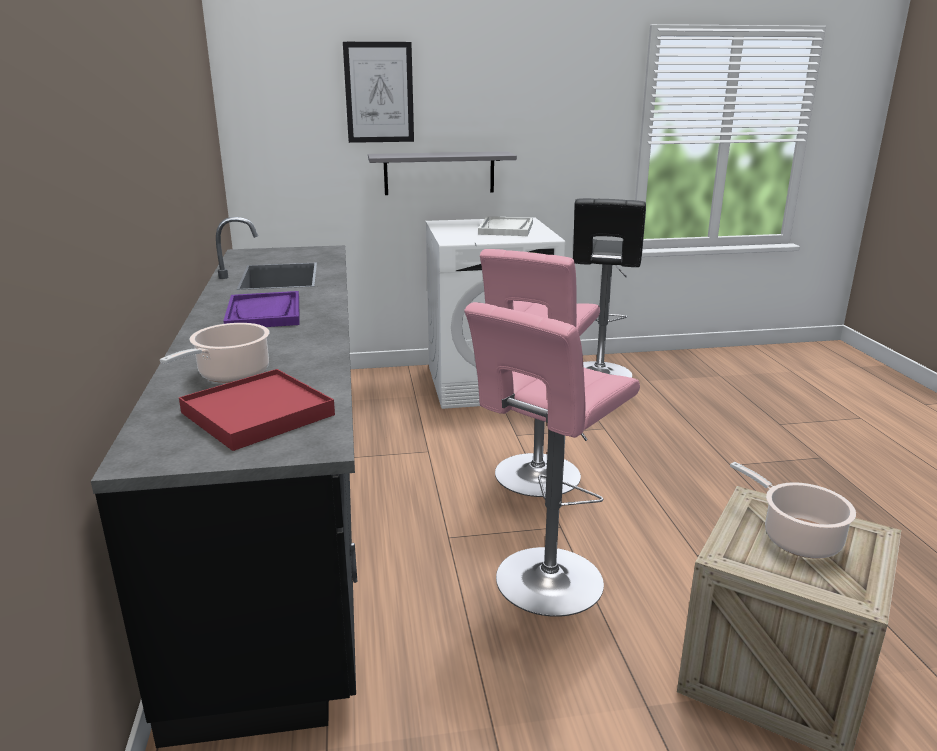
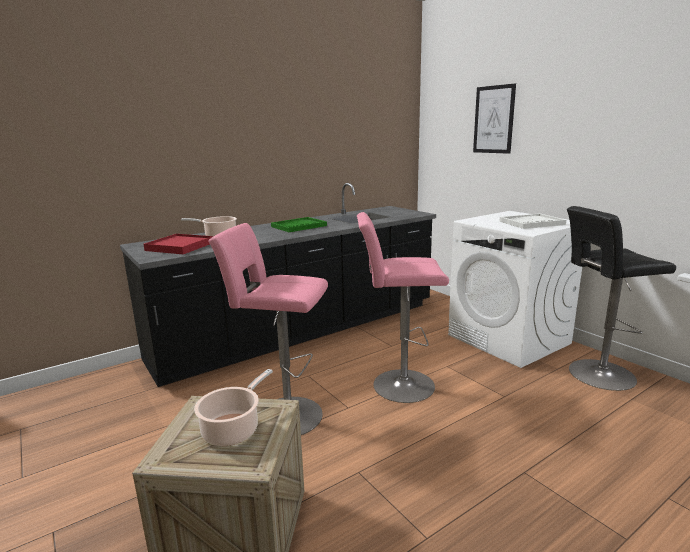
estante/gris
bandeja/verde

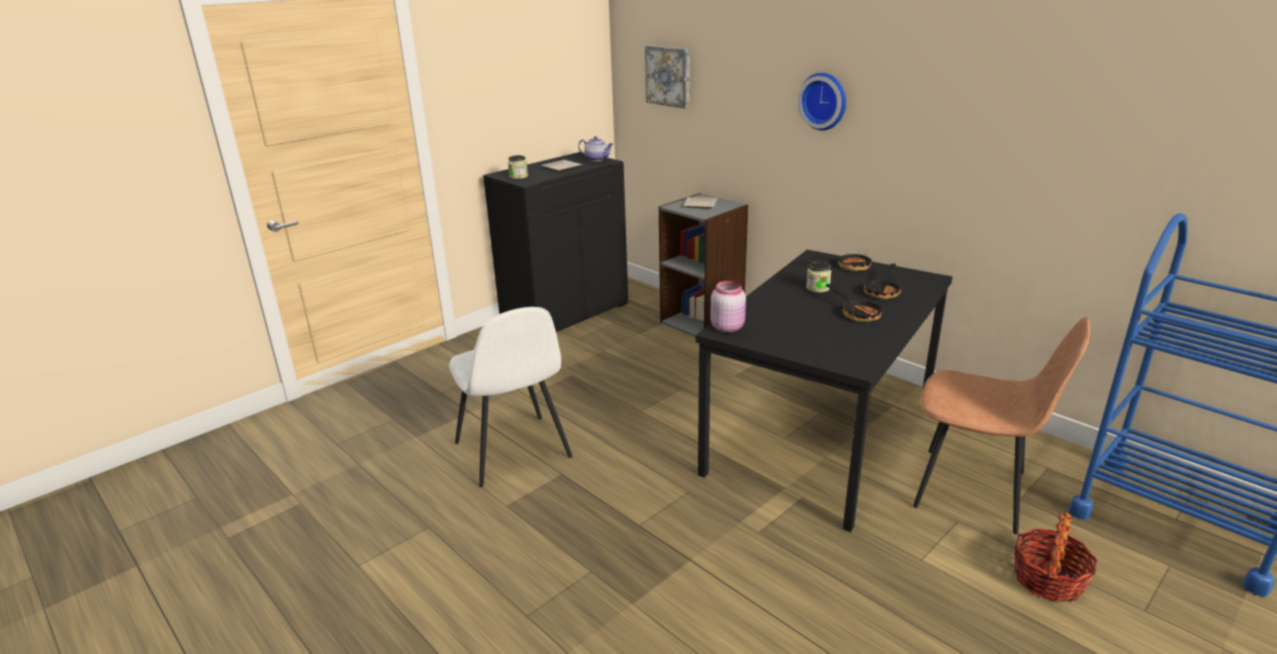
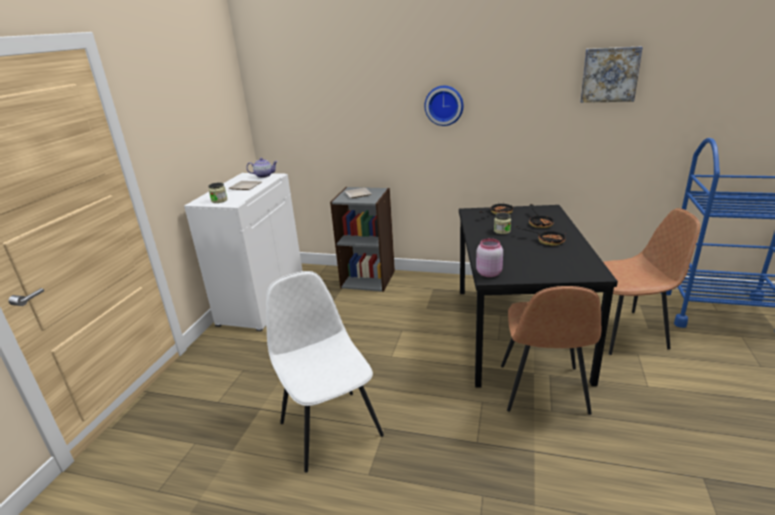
cesta
silla/marrón (no. 1 from left)
cuadro
armario/blanco
silla/blanco

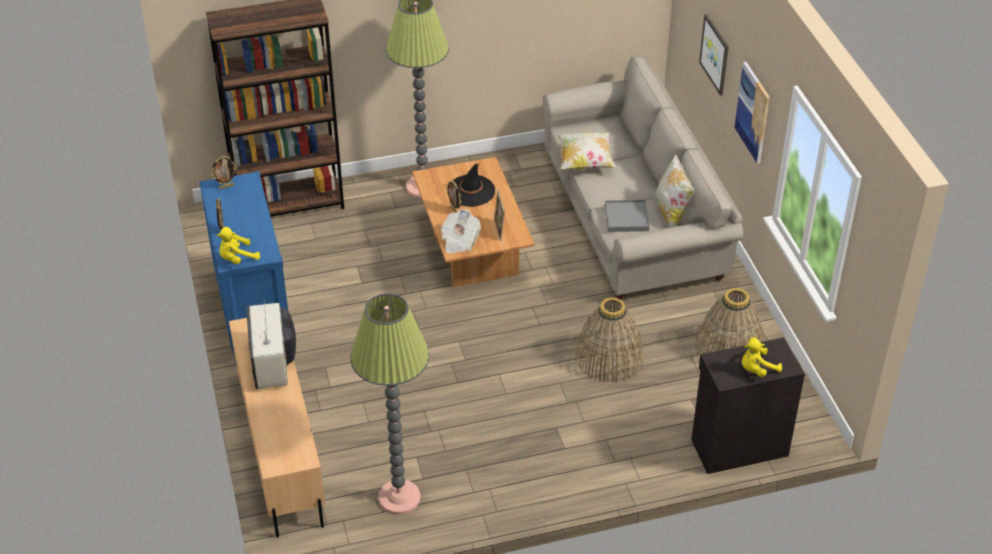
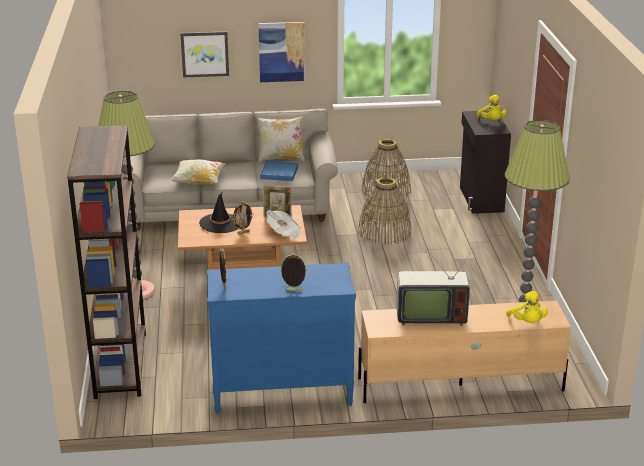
peluche/amarillo (no. 2 from left)
bandeja/azul

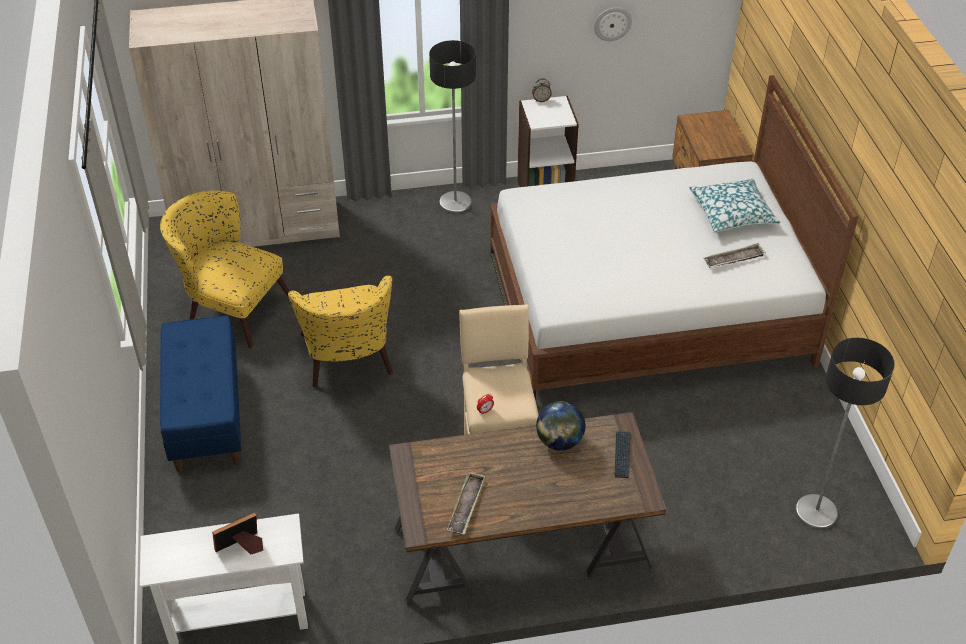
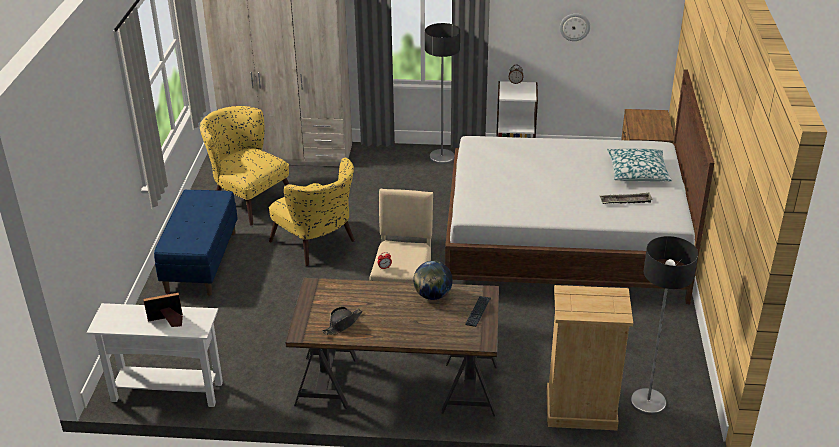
cómoda/beis
sombrero/negro
sillón/amarillo (no. 2 from left)

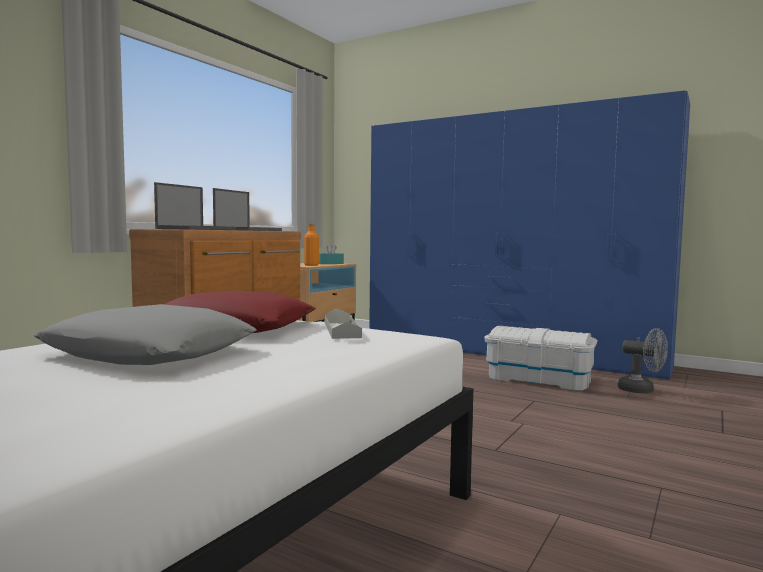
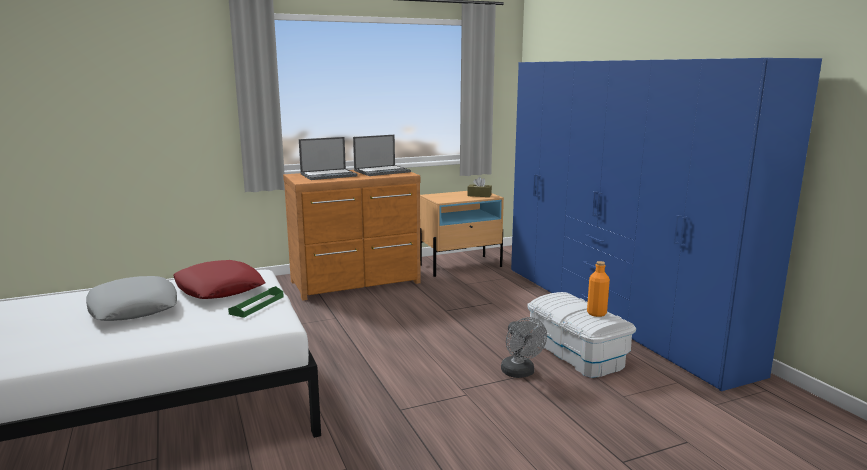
botella/naranja
ventilador/gris
caja de pañuelos/marrón
bandeja/verde

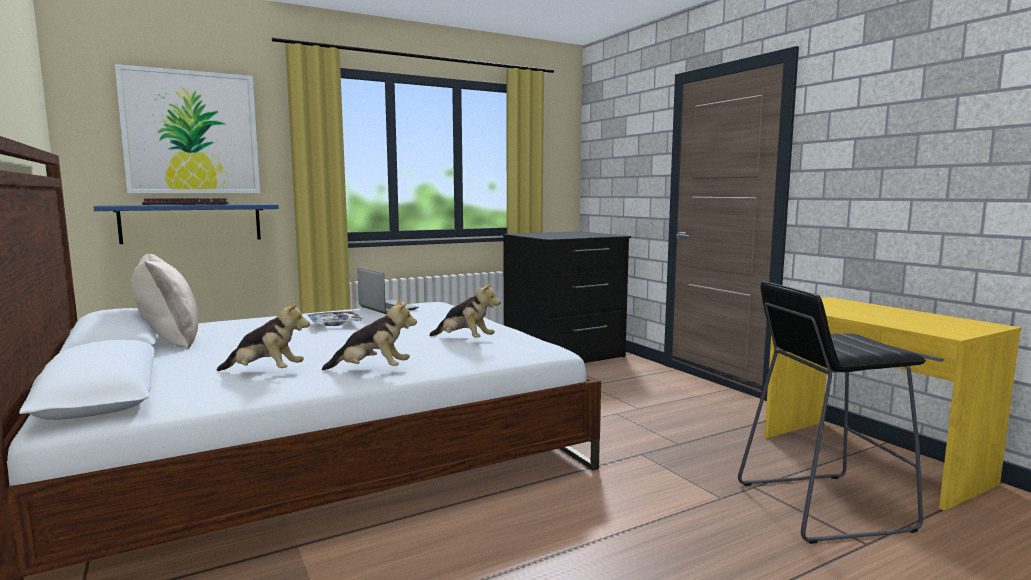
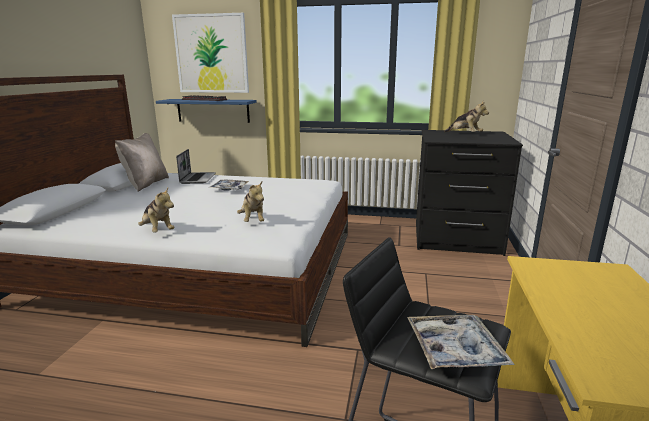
bandeja (no. 2 from left)
peluche (no. 3 from left)
portátil

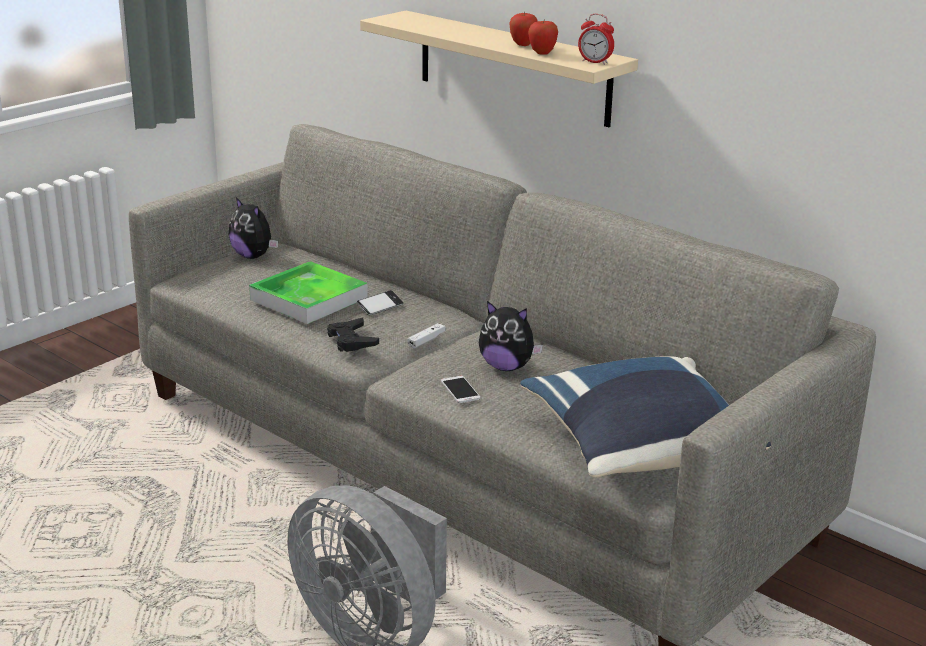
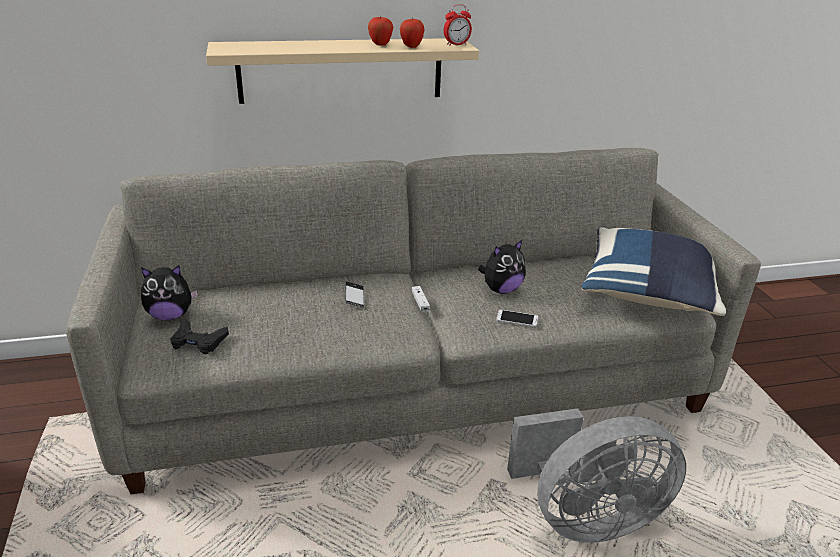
bandeja
mando de consola/negro

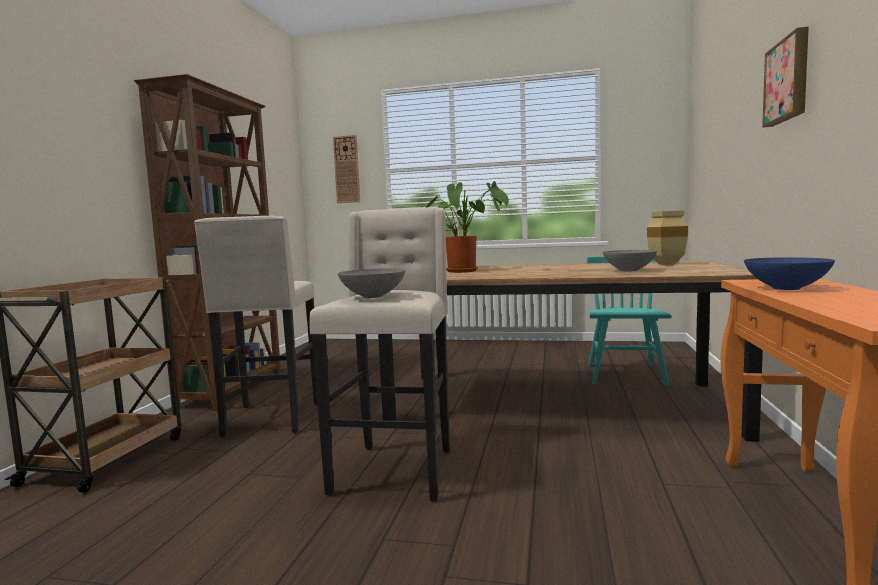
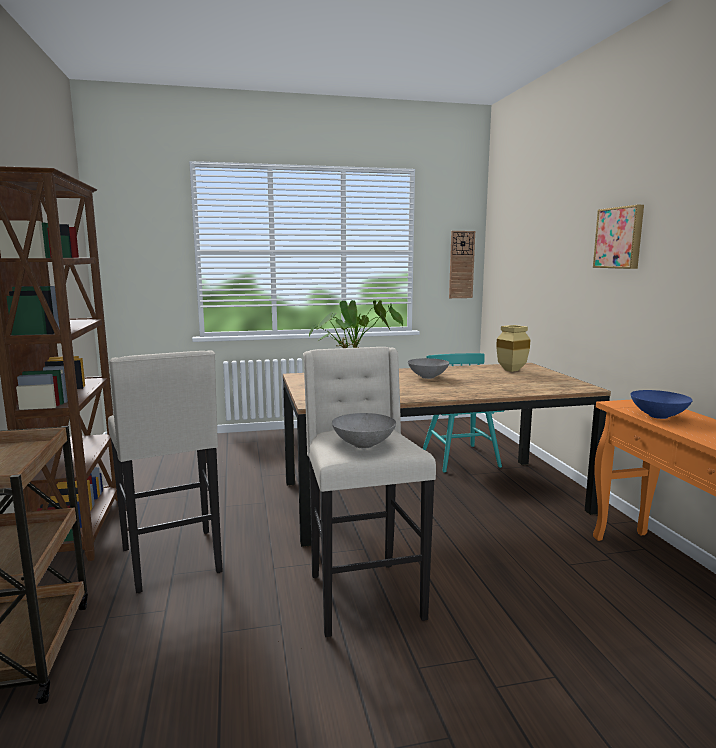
reloj de pared
cuenco/gris (no. 2 from left)

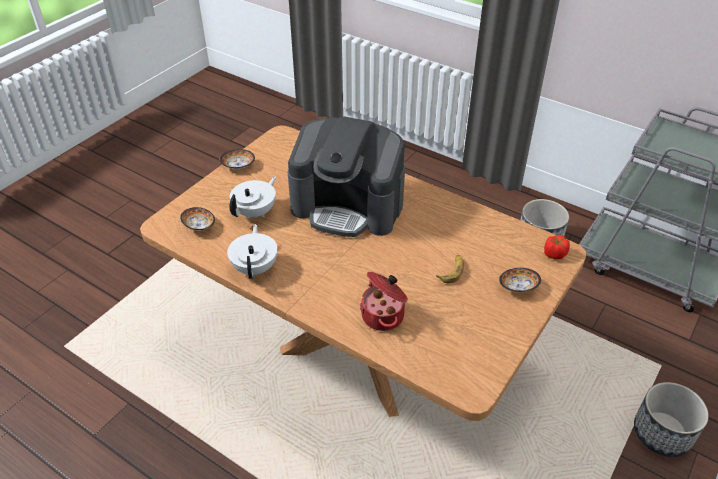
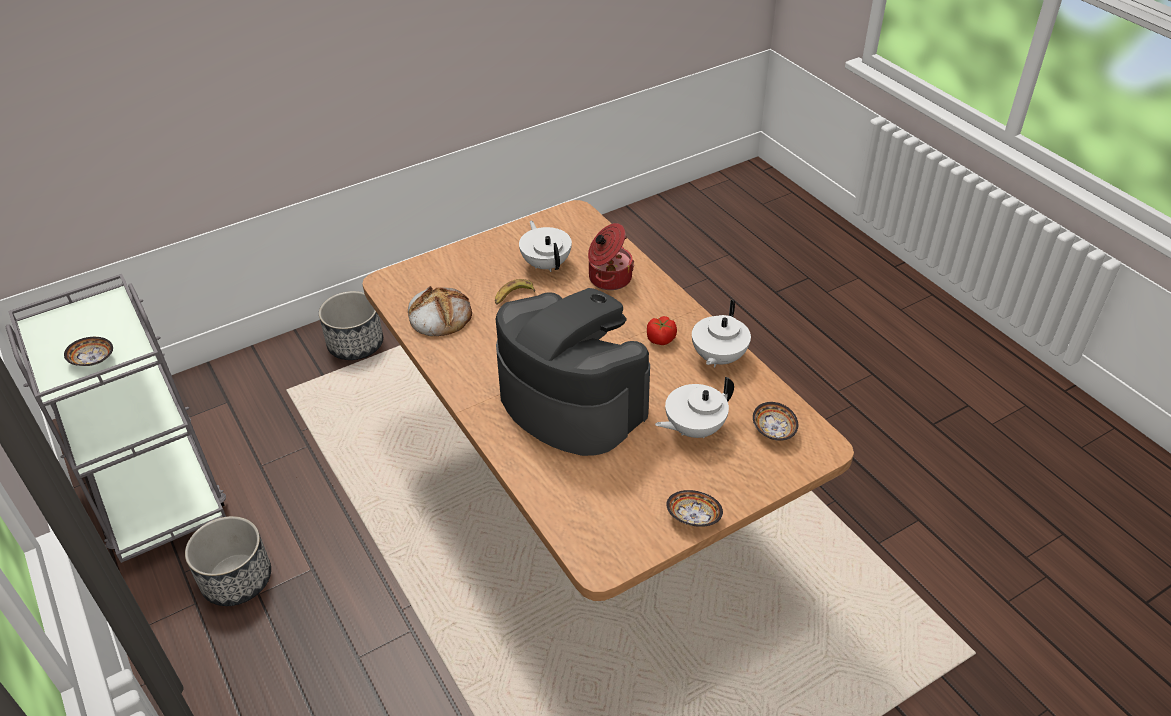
pan
tetera/blanco (no. 1 from left)
cuenco (no. 1 from left)
tomate

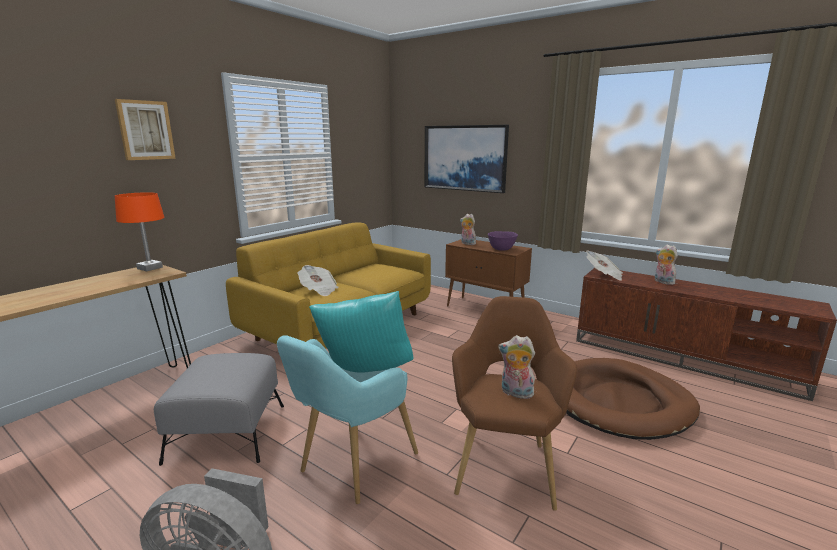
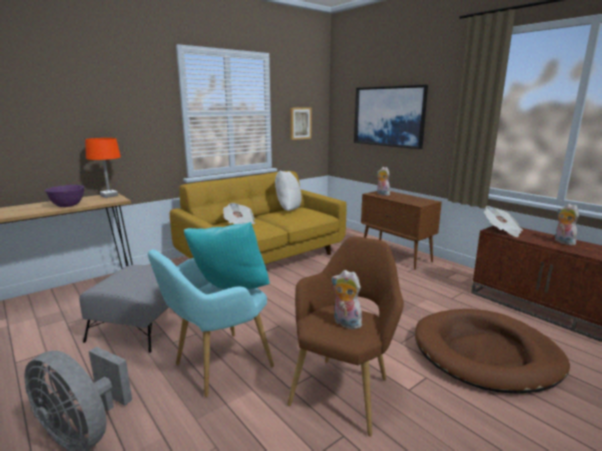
cojín/blanco
cuadro (no. 1 from left)
cuenco/morado

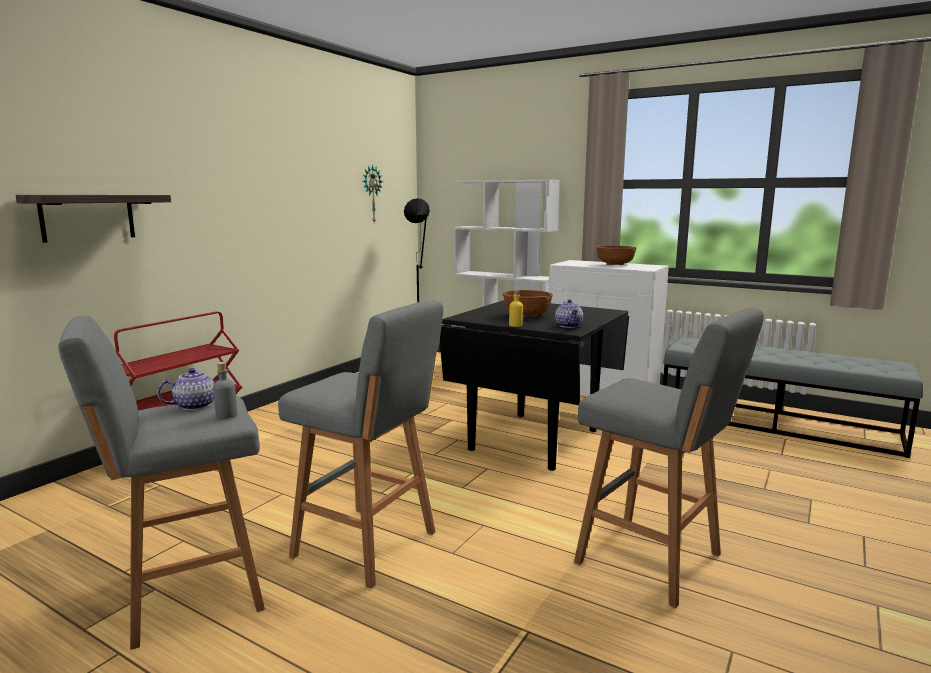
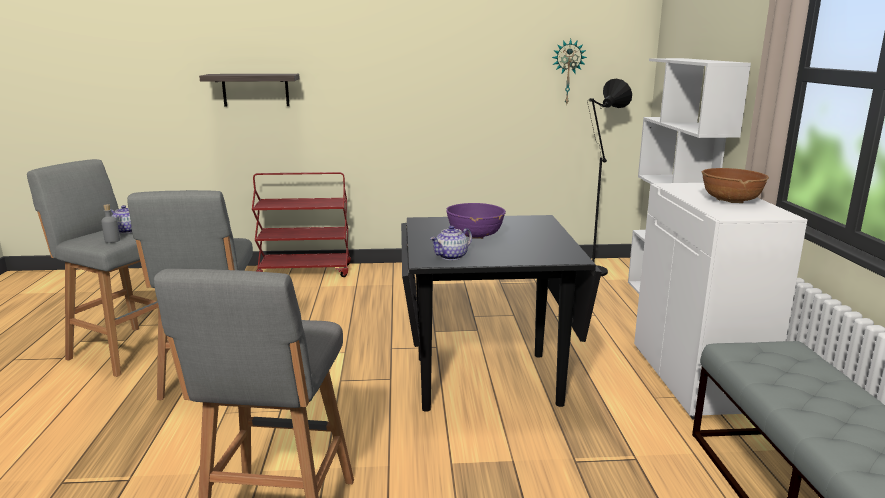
botella/amarillo
cuenco/morado

